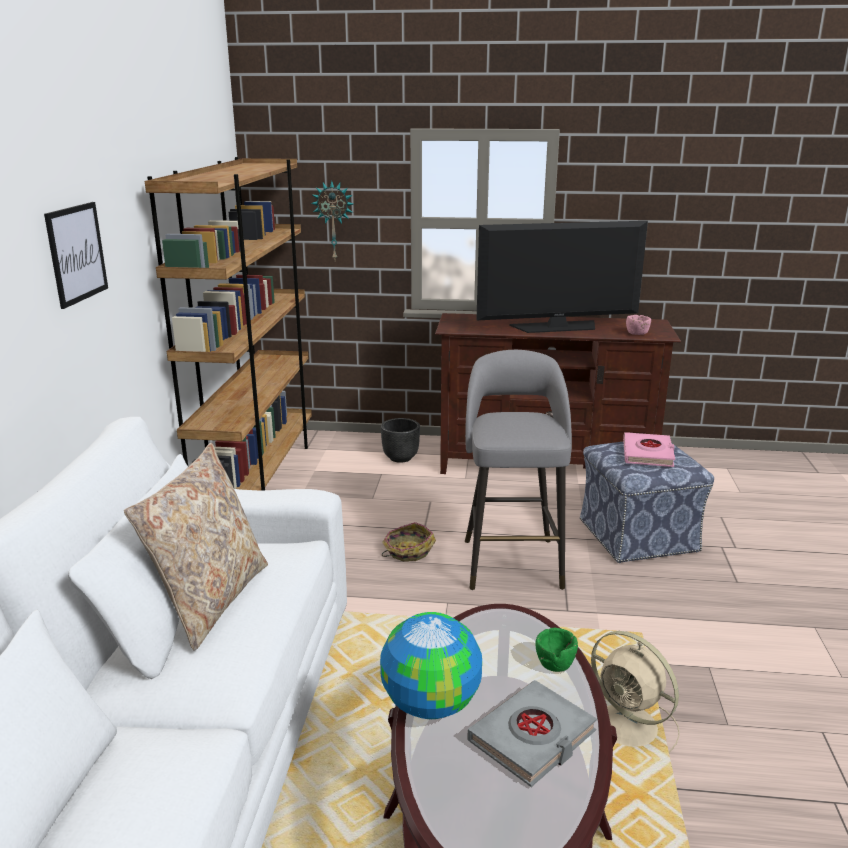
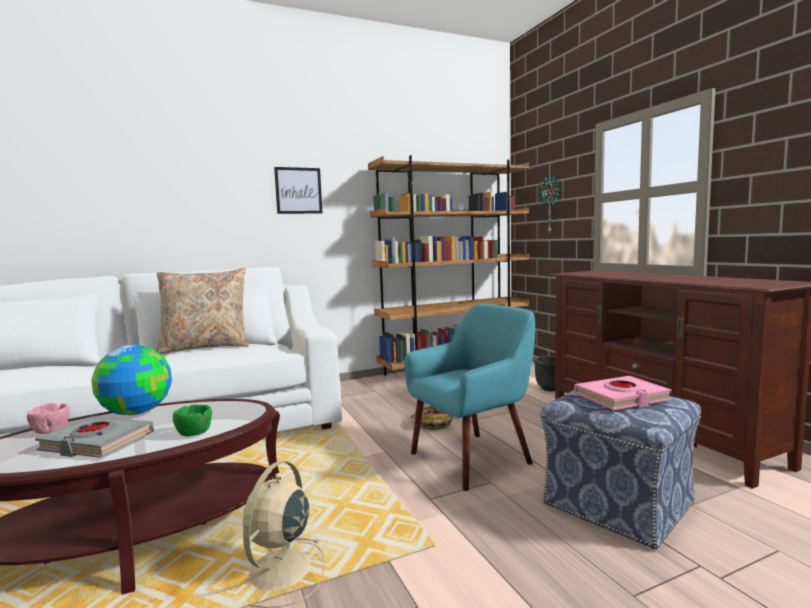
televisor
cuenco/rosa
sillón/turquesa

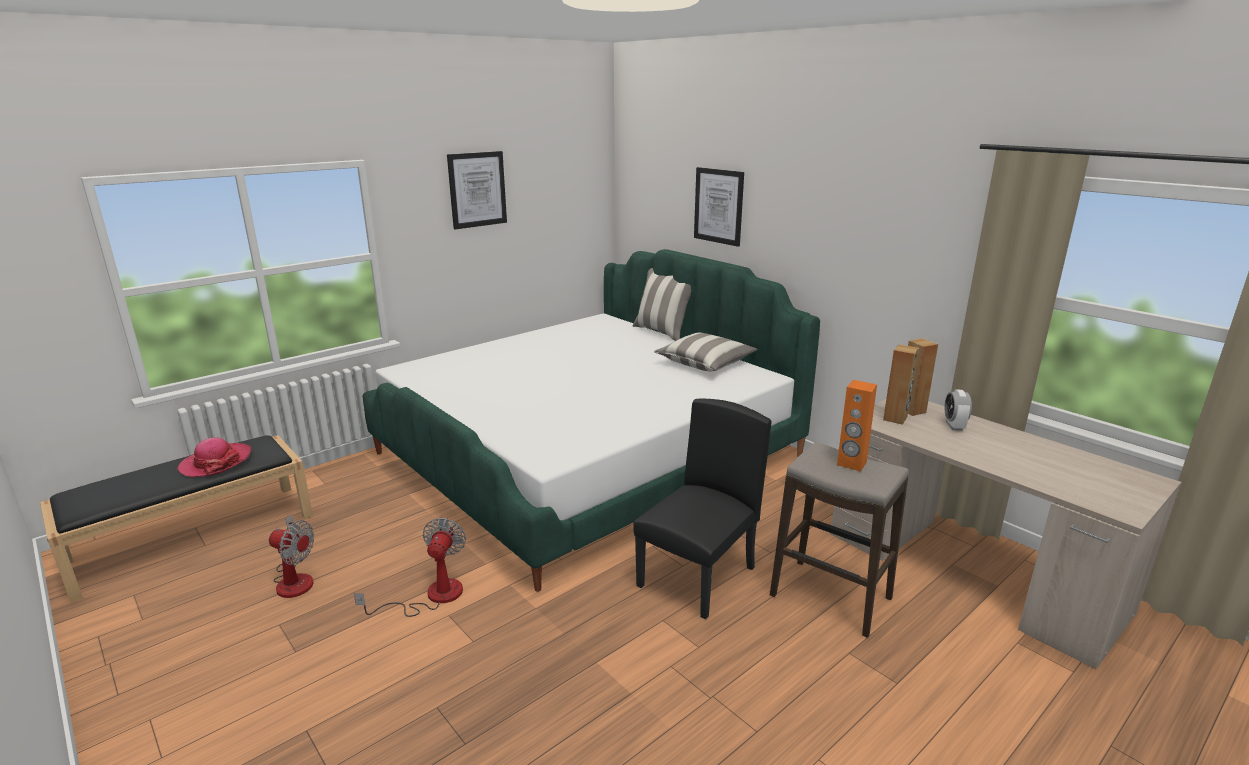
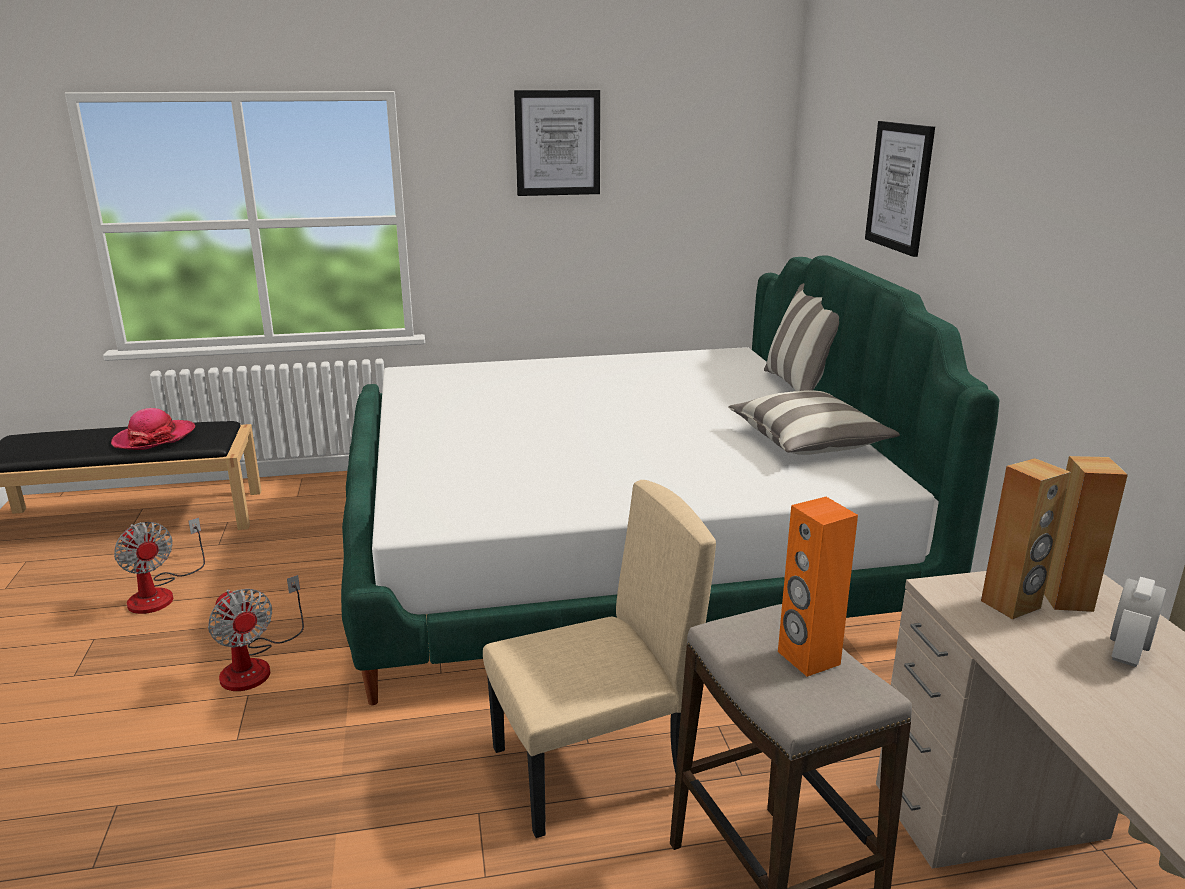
silla/beis
ventilador (no. 2 from left)

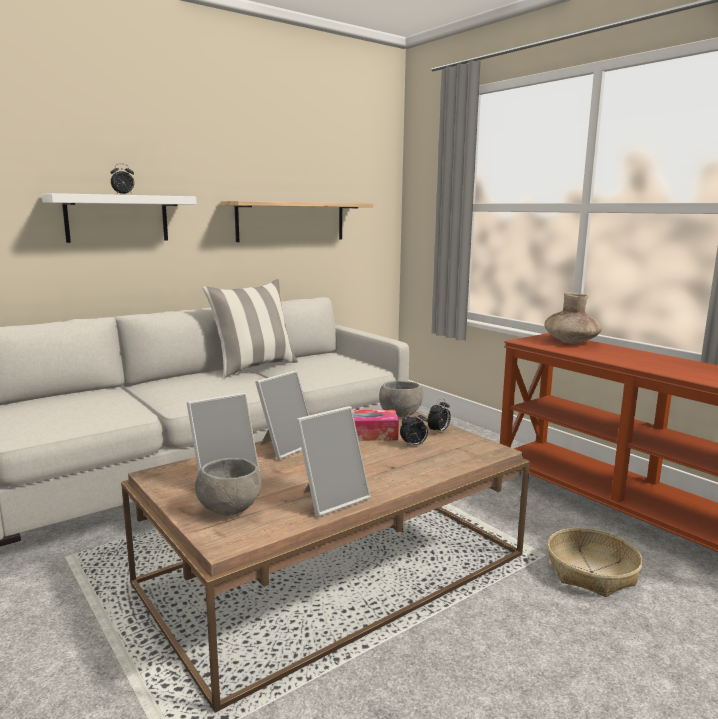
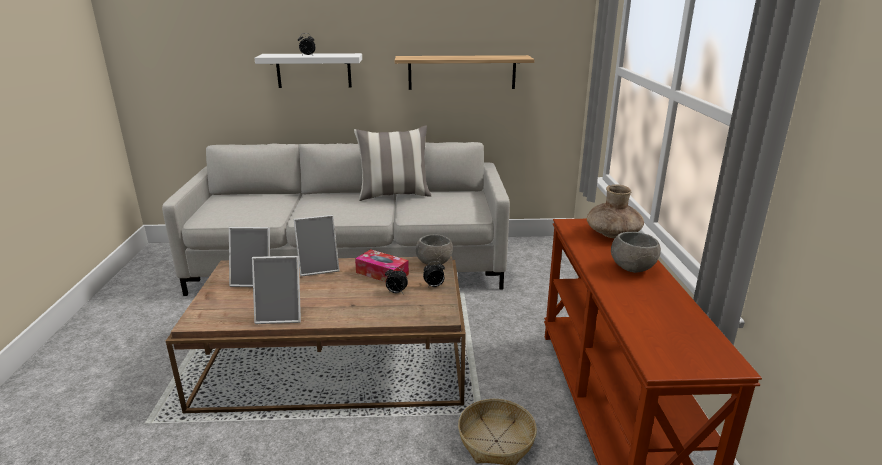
cuenco/gris (no. 2 from left)

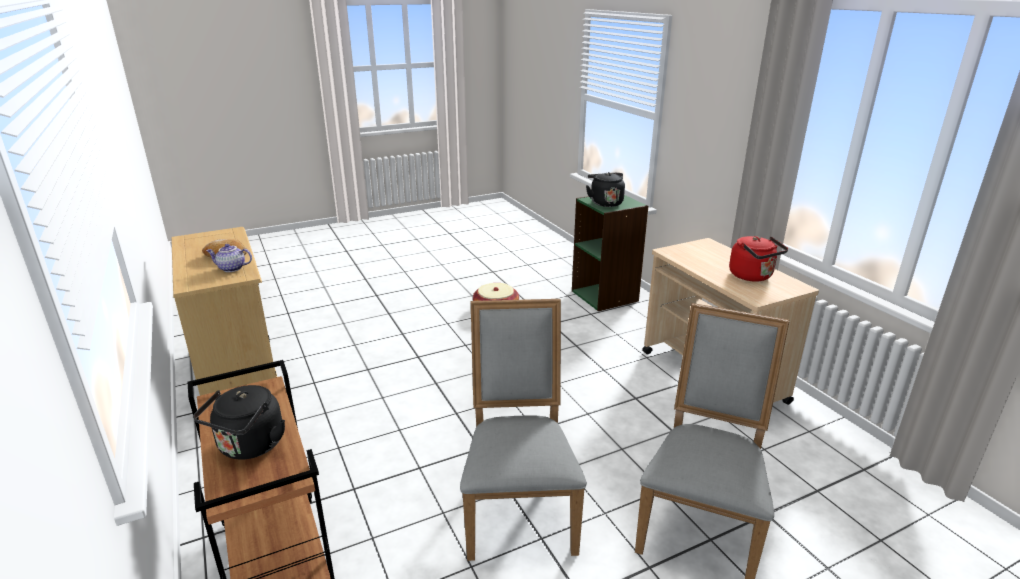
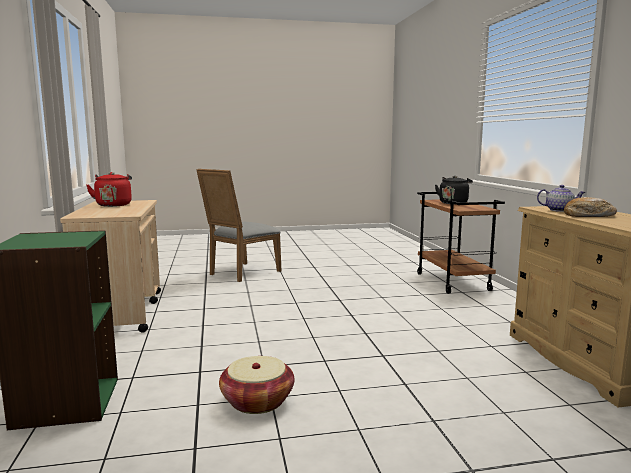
silla/gris (no. 1 from left in the first image)
hervidor/negro (no. 2 from left in the first image)

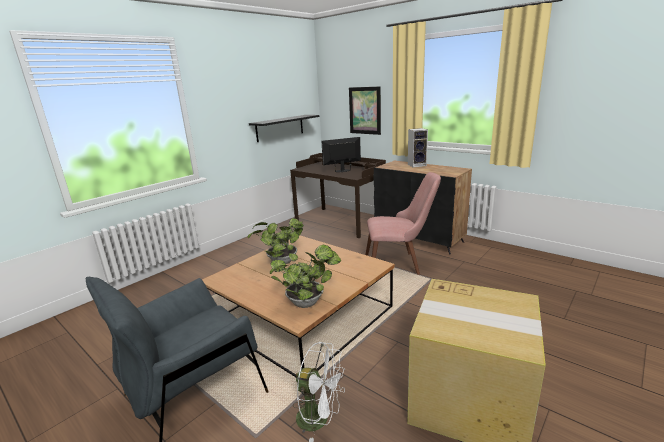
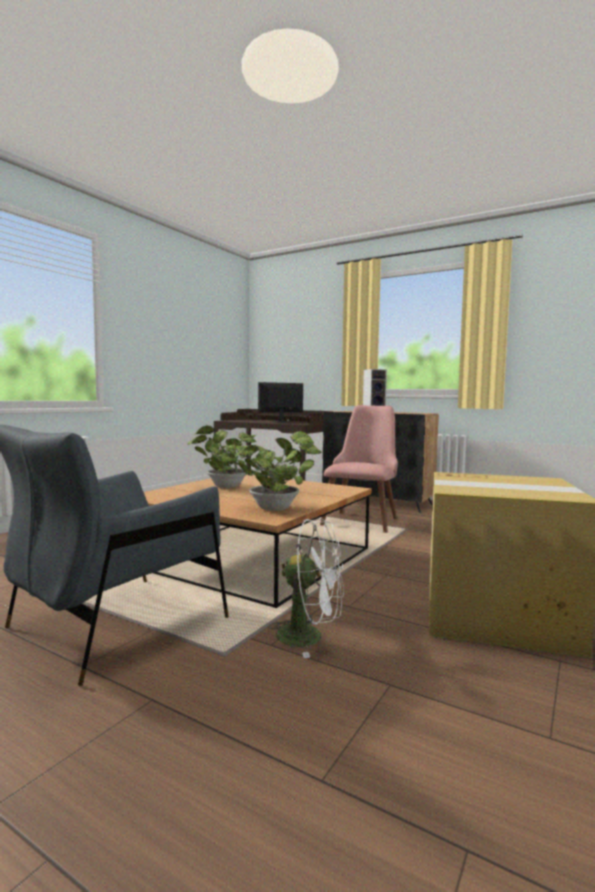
estante/negro
cuadro
silla/rosa

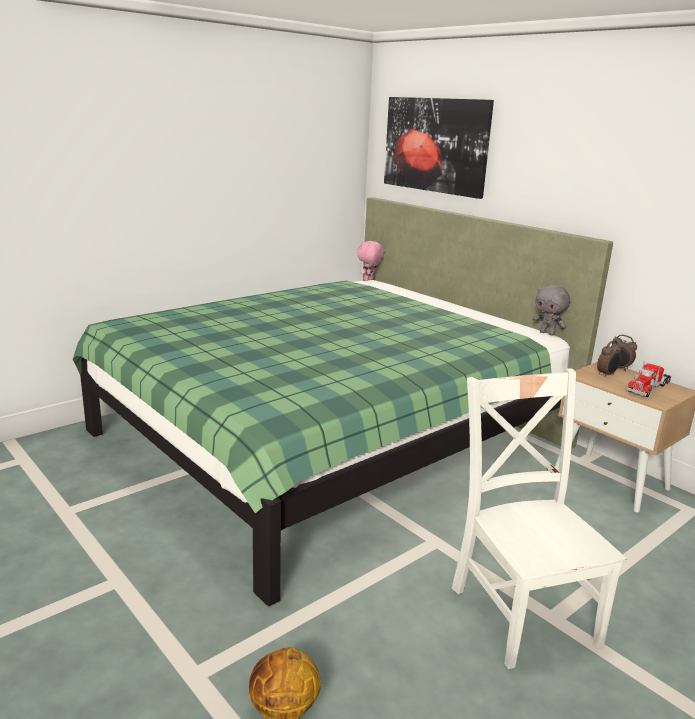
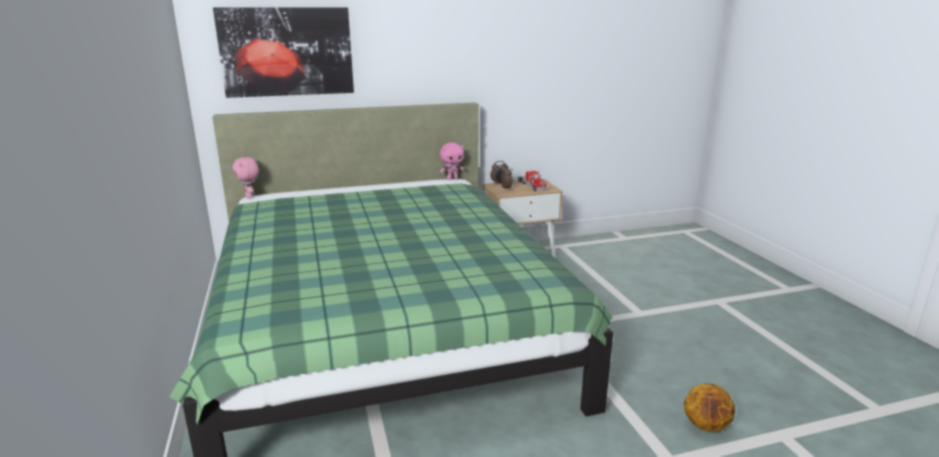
silla/blanco
peluche/rosa (no. 2 from left)

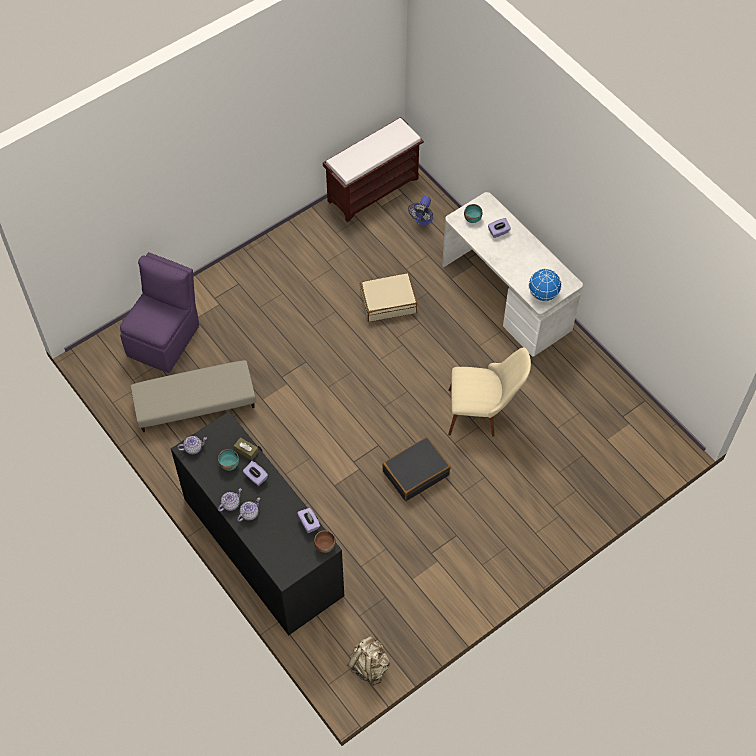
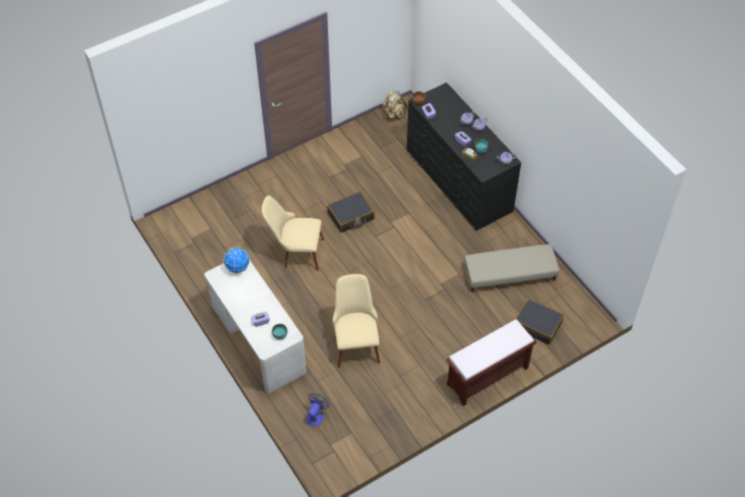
banco/marrón
maleta/negro (no. 2 from left)
silla/beis (no. 2 from left)

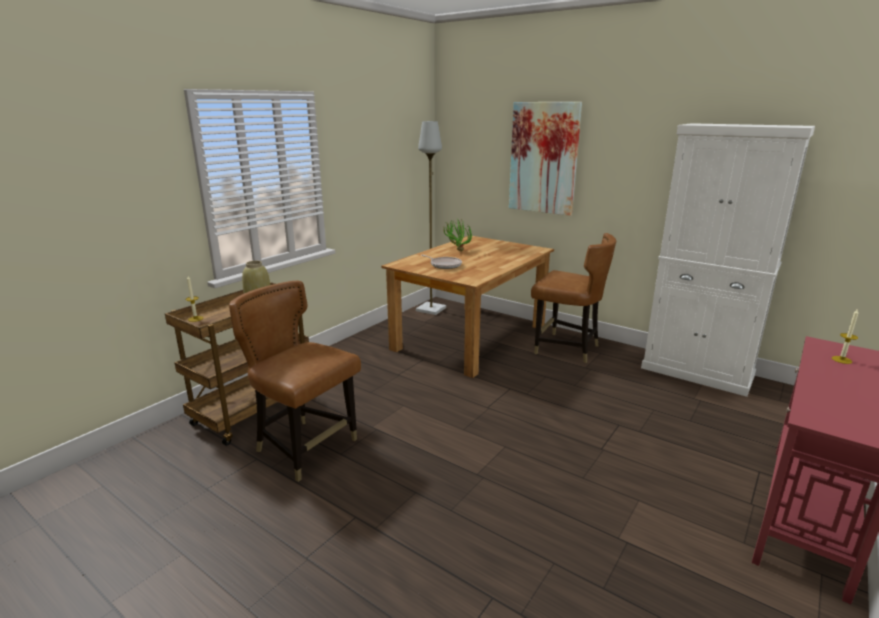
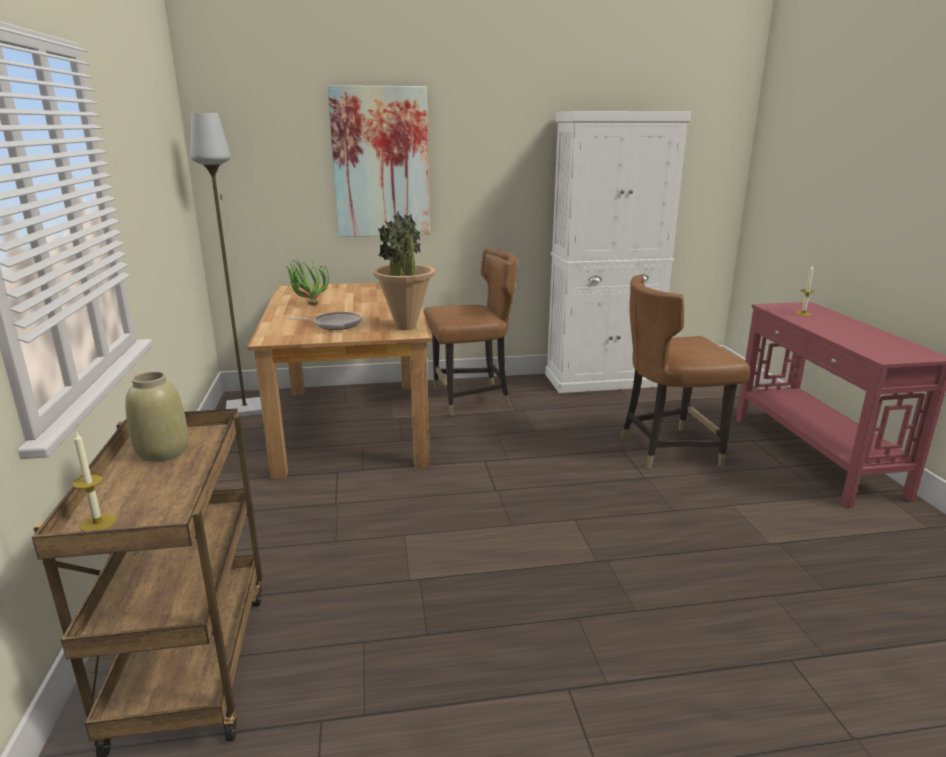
planta en maceta (no. 2 from left)
silla/marrón (no. 2 from left)

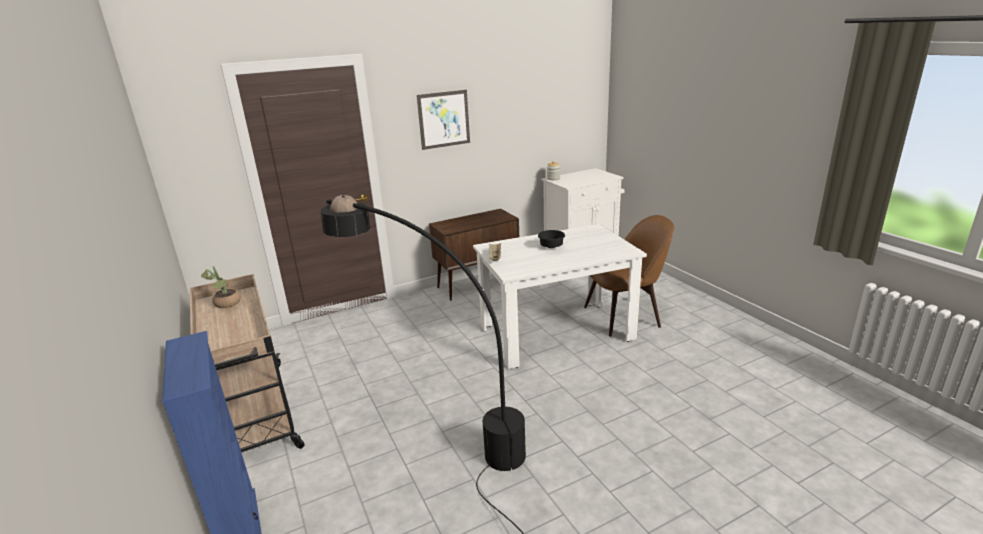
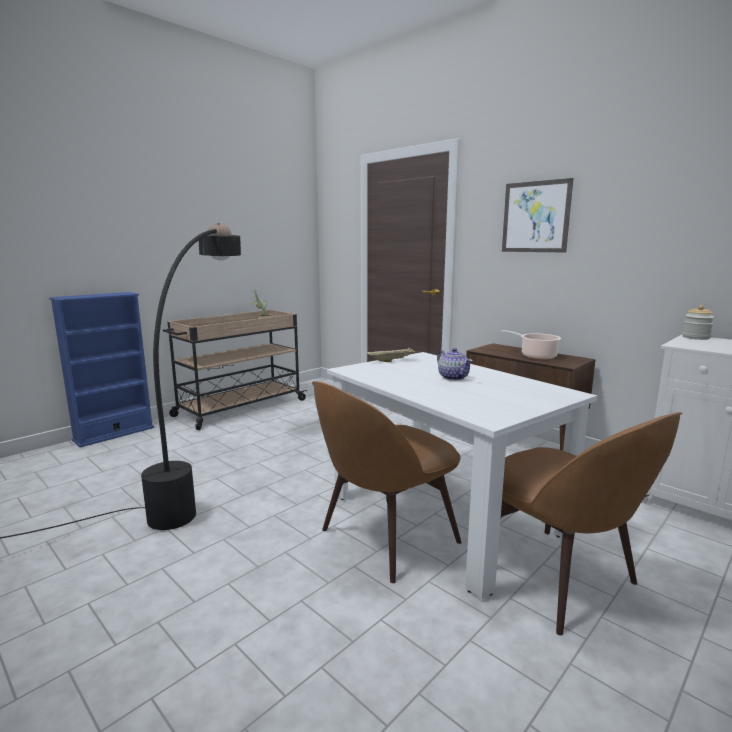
silla/marrón (no. 1 from left)
olla
tetera

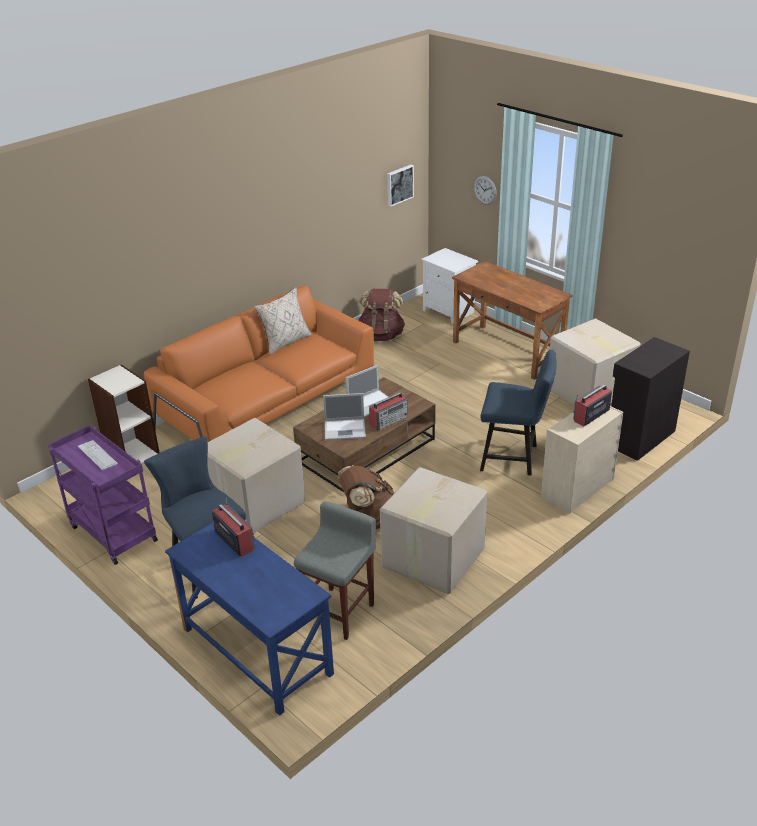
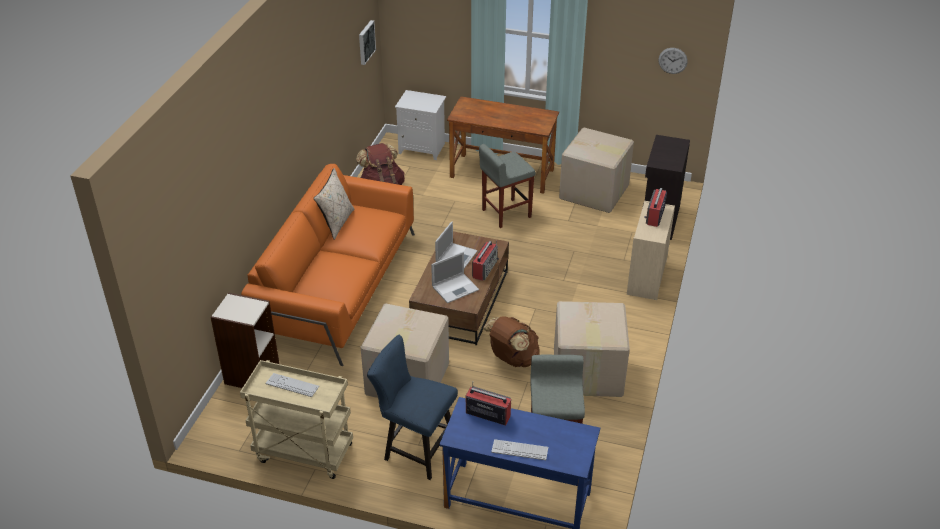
silla/azul (no. 2 from left in the first image)
taburete/gris (no. 1 from left)
teclado (no. 2 from left)
reloj de pared
carrito/beis

